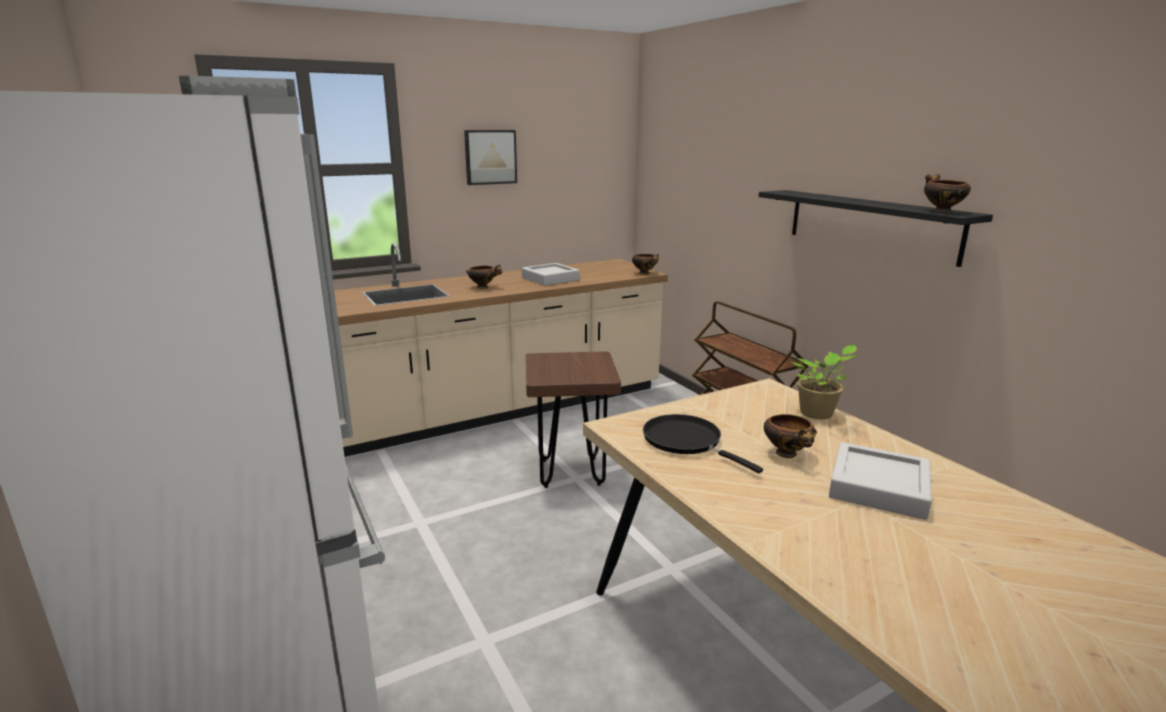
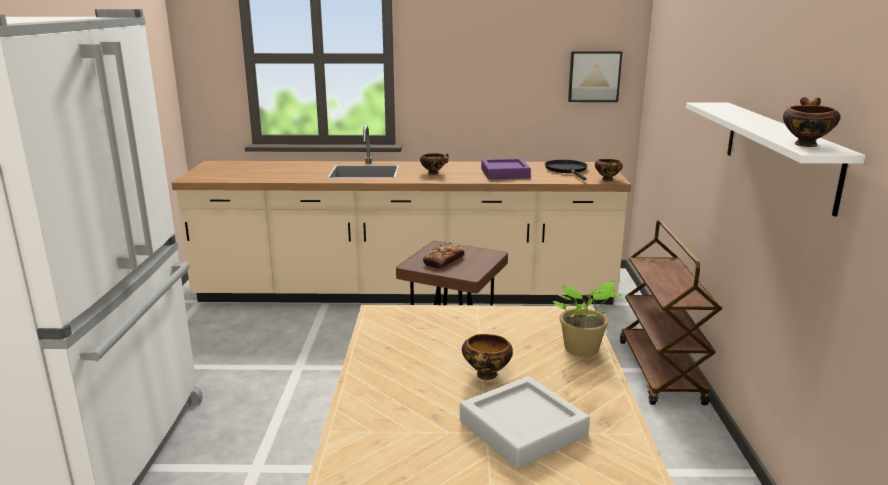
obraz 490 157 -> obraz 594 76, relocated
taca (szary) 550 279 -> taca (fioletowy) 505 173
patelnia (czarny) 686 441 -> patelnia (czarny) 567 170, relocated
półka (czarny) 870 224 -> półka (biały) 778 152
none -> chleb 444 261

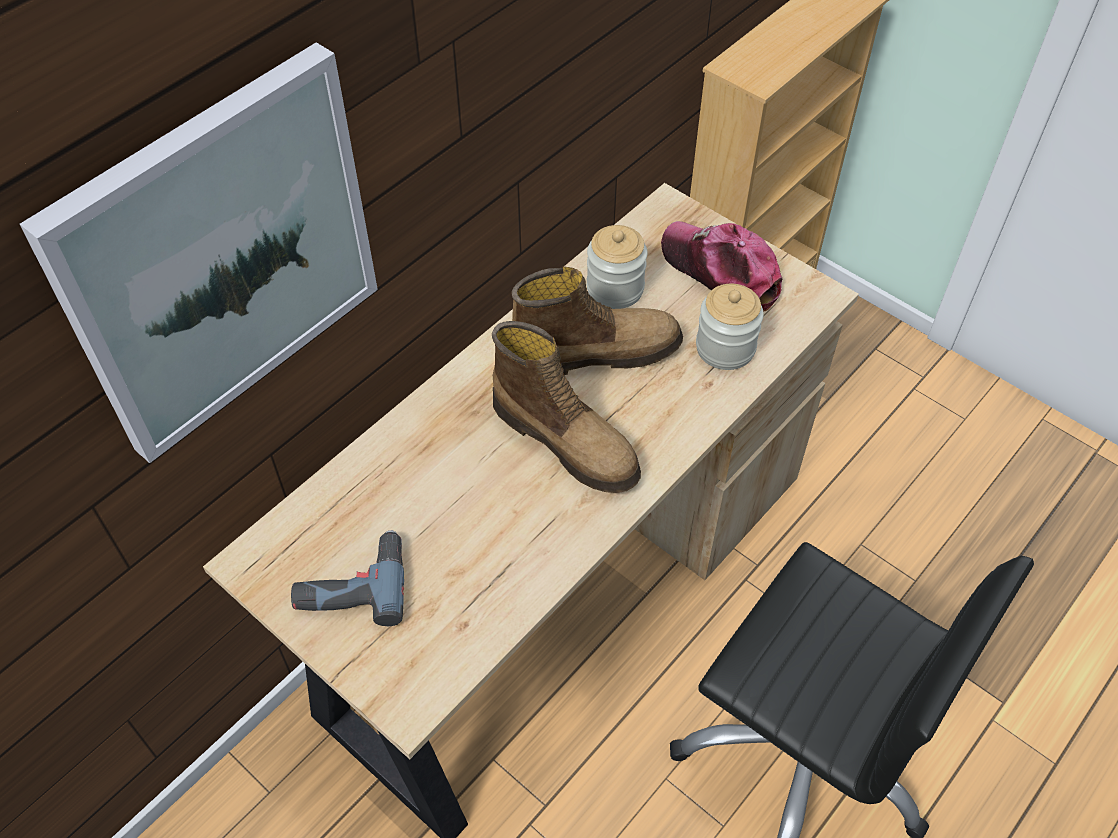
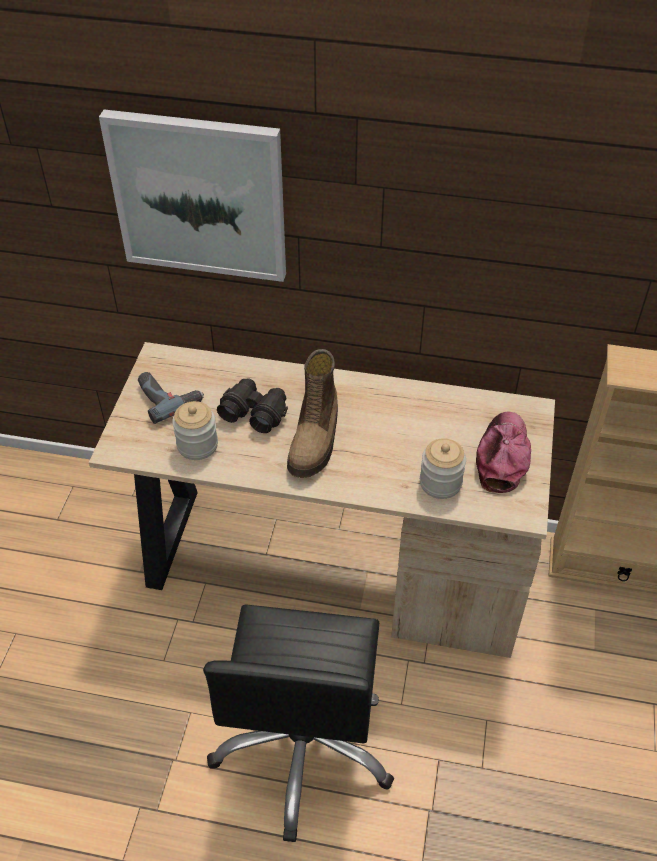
but z cholewką 595 352 -> none
słoik 615 289 -> słoik 197 445, relocated
none -> lornetka (czarny) 254 412

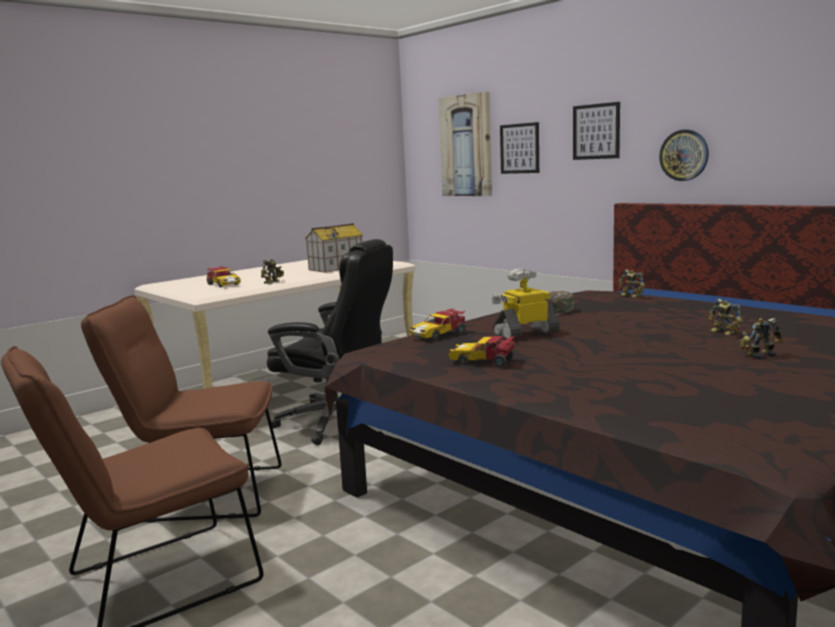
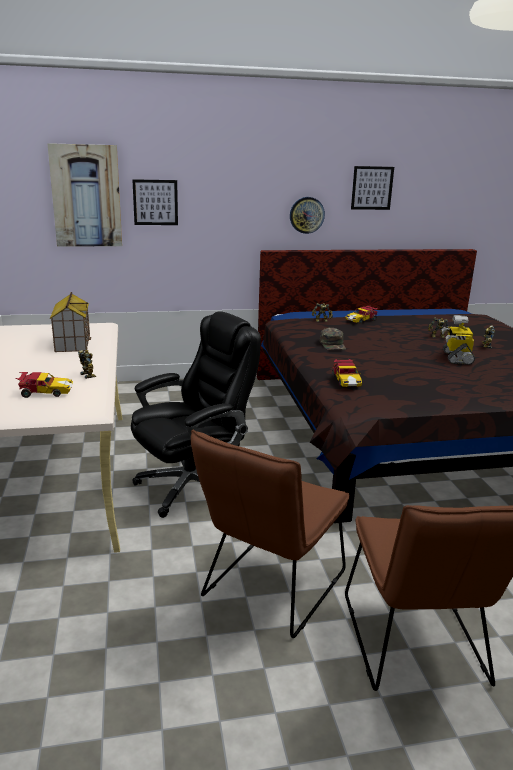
samochodzik 484 361 -> samochodzik 361 320, relocated
robot zabawkowy 525 333 -> robot zabawkowy 456 357, relocated
obraz 596 131 -> obraz 372 188, relocated

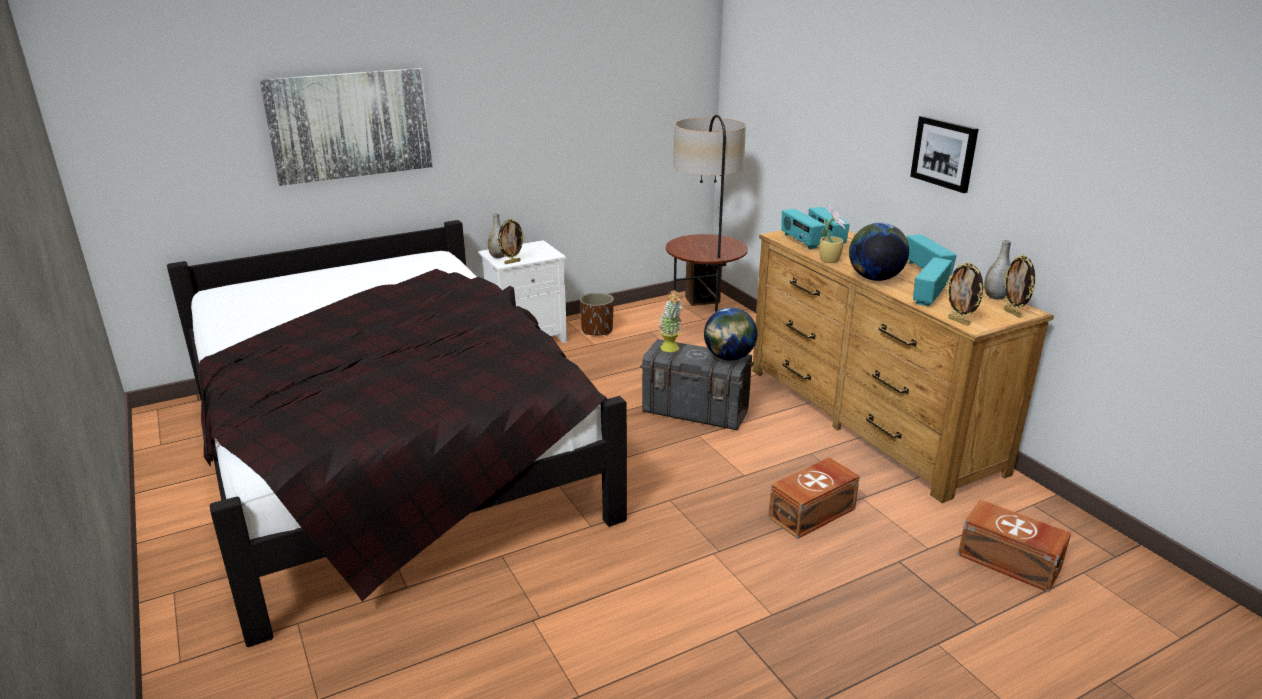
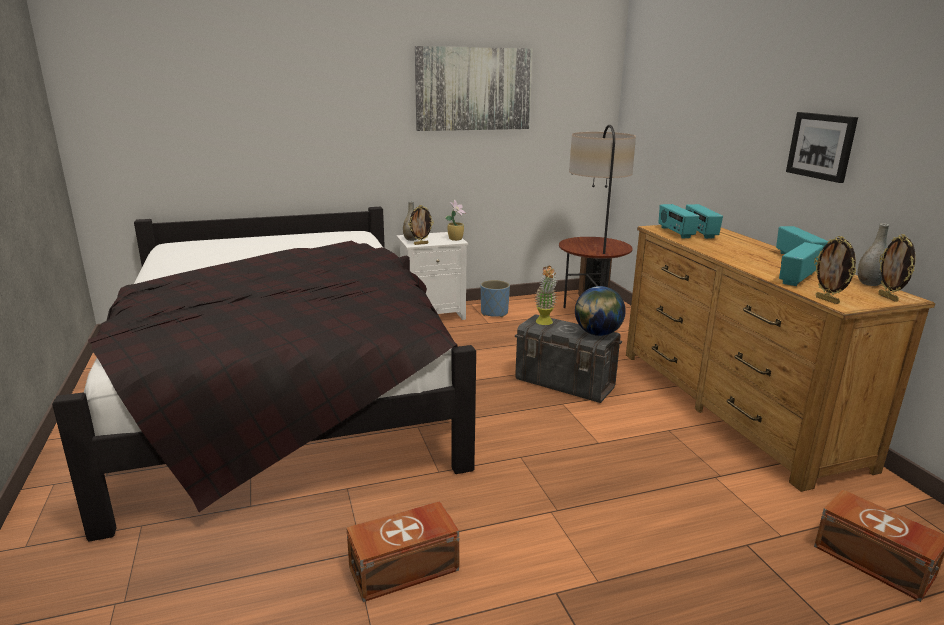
obraz 350 125 -> obraz 473 89, relocated
donica (brązowy) 597 330 -> donica (niebieski) 494 313
pojemnik do przechowywania (brązowy) 813 513 -> pojemnik do przechowywania (brązowy) 406 569, relocated
roślina doniczkowa 830 260 -> roślina doniczkowa 456 239, relocated
globus 874 278 -> none

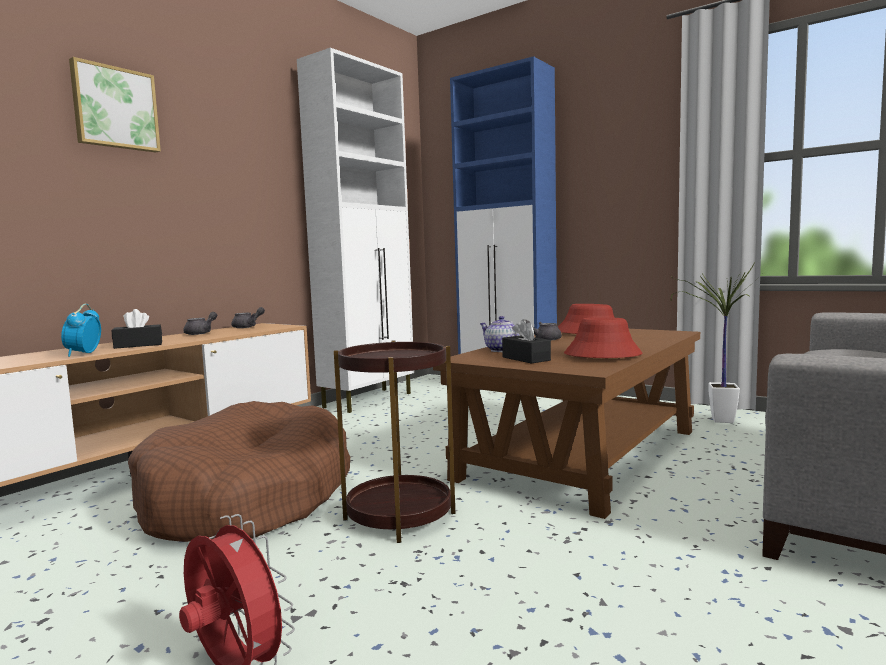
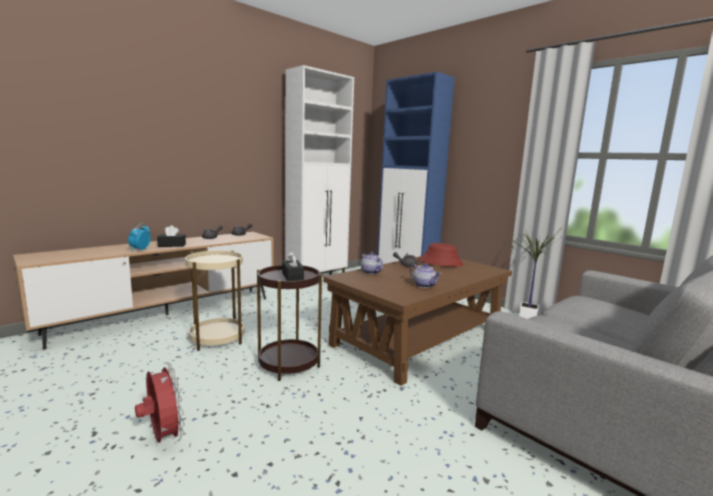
obraz 115 108 -> none
legowisko (brązowy) 248 497 -> stolik (beżowy) 217 338
pudełko chusteczek (czarny) 526 359 -> pudełko chusteczek (czarny) 292 276, relocated
kapelusz (czerwony) 602 355 -> imbryk 424 285

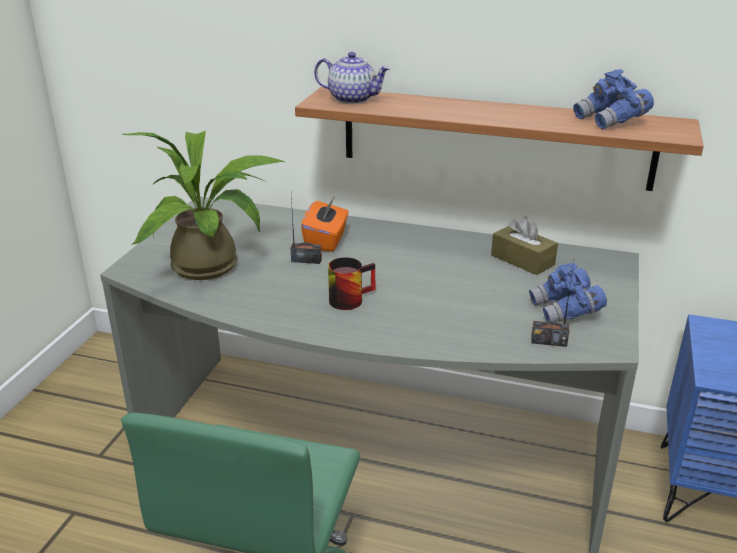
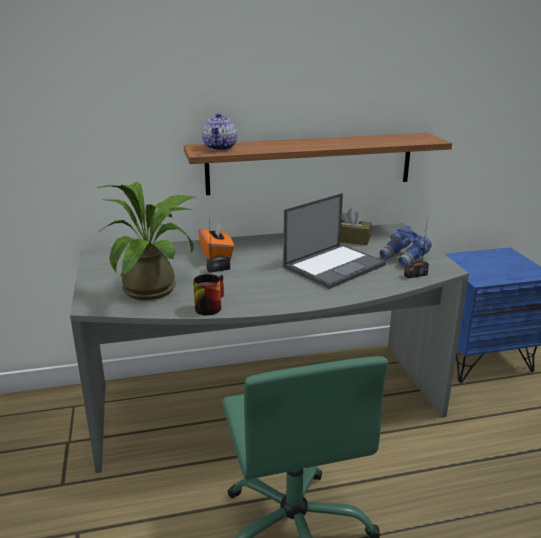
imbryk 352 99 -> imbryk 220 148, 105 degrees clockwise
kubek 349 298 -> kubek 209 306, relocated
lornetka (niebieski) 611 121 -> none
none -> laptop 334 265

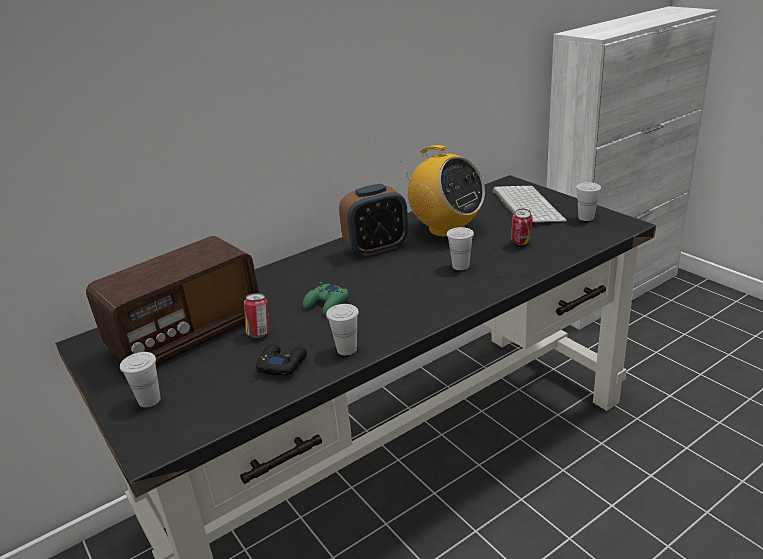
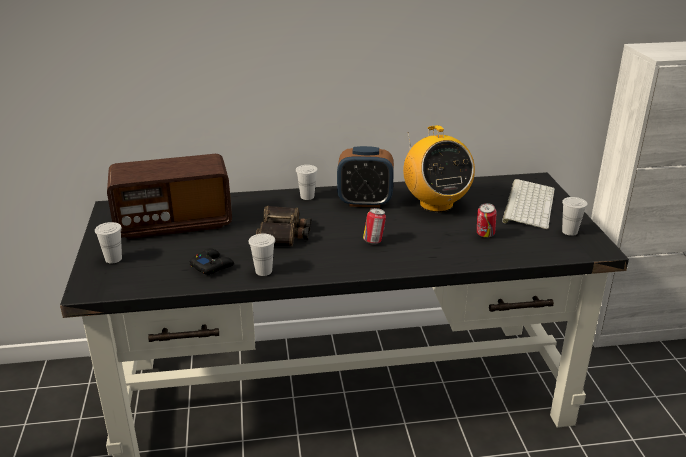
puszka 259 334 -> puszka 374 241, relocated
pad do gier (zielony) 326 304 -> lornetka 284 234
filiżanka (biały) 460 266 -> filiżanka (biały) 307 196, relocated

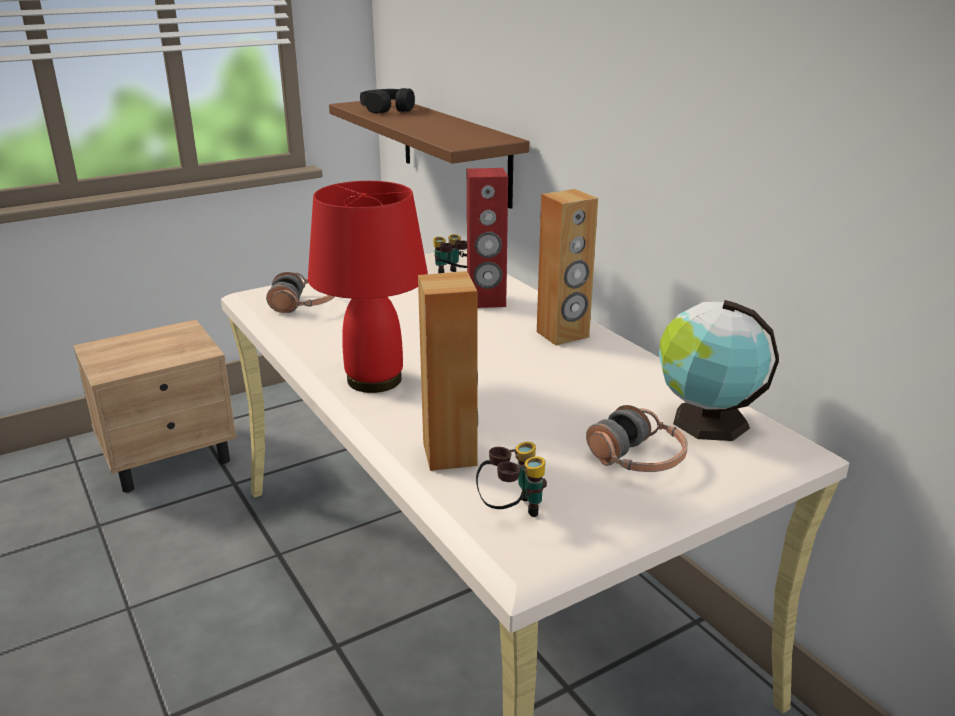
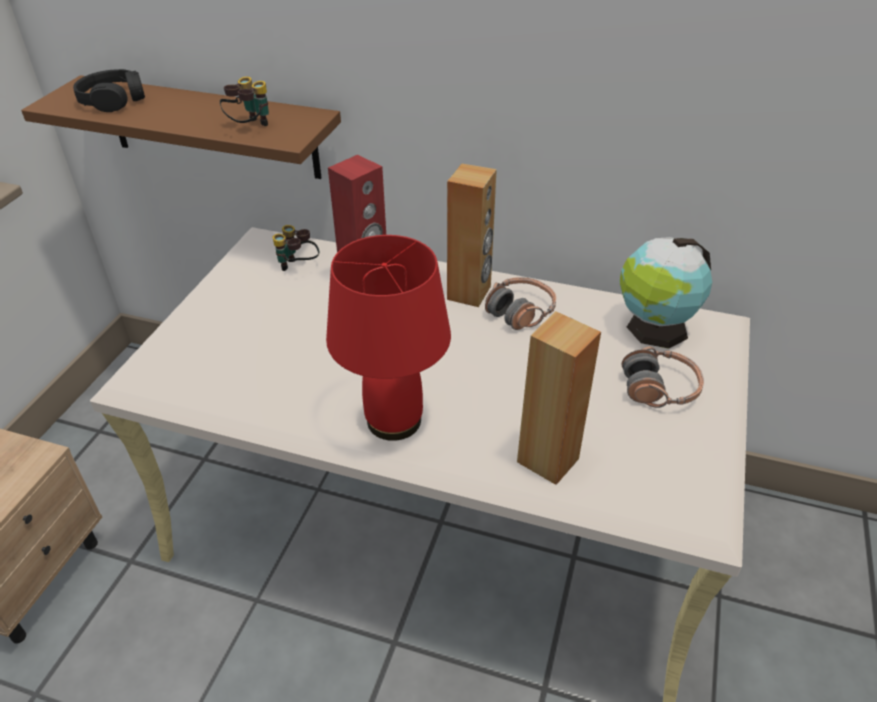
słuchawki 303 305 -> słuchawki 520 311, relocated
lornetka 511 510 -> lornetka 250 128, relocated

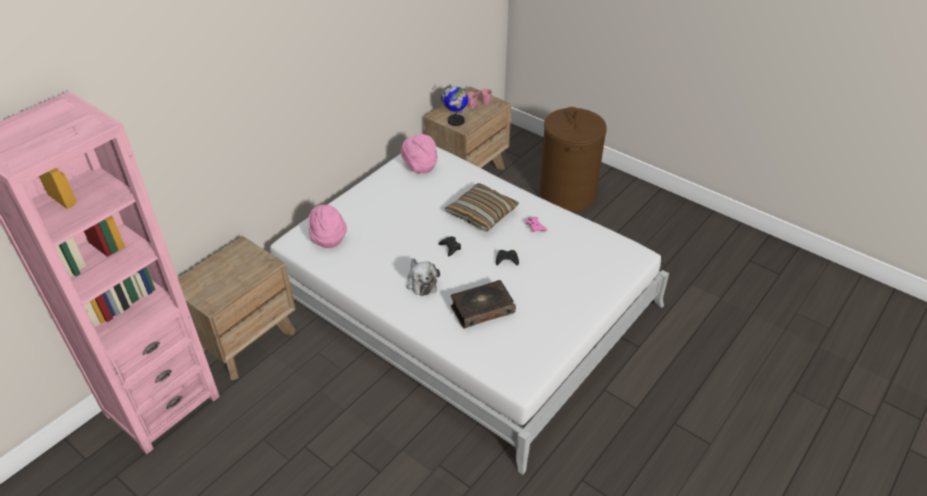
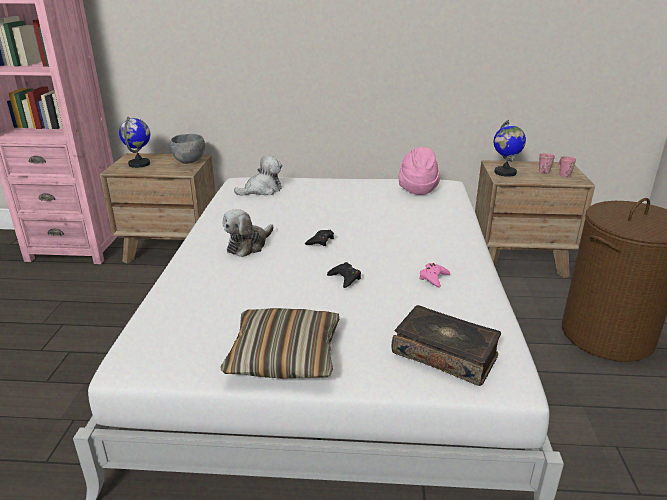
kapelusz (różowy) 328 238 -> pluszak 262 190
poduszka 482 214 -> poduszka 284 356, relocated
książka 482 309 -> książka 445 354, relocated
none -> globus 139 164
none -> miska (szary) 189 161

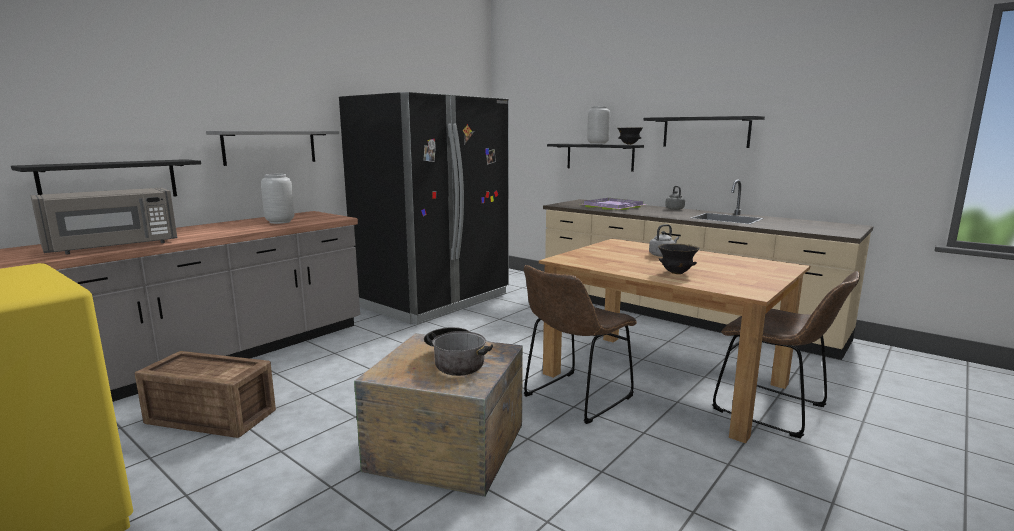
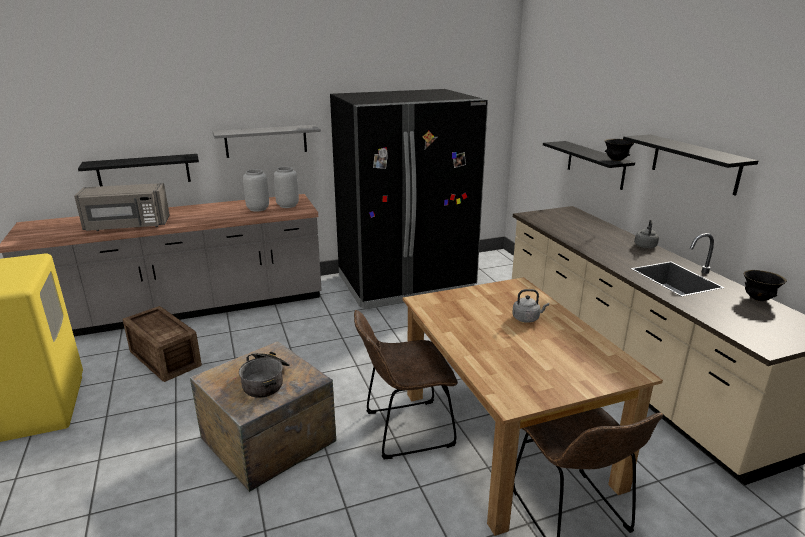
taca (fioletowy) 611 206 -> none
wazon (szary) 597 144 -> wazon (szary) 287 205, relocated
miska (czarny) 676 273 -> miska (czarny) 758 299, relocated

